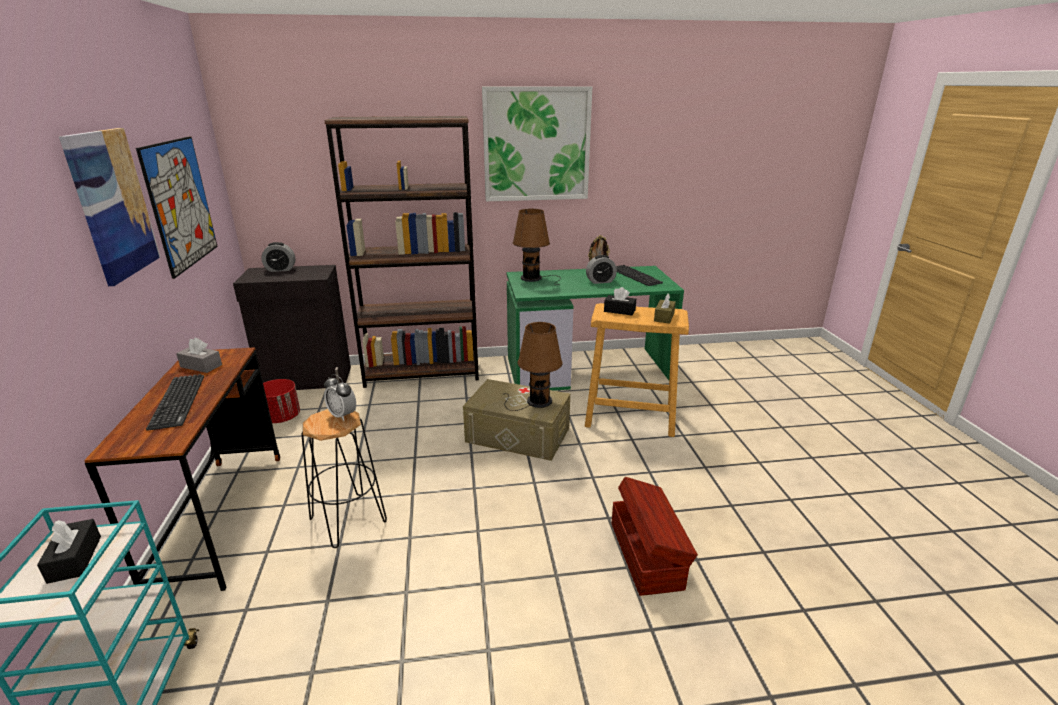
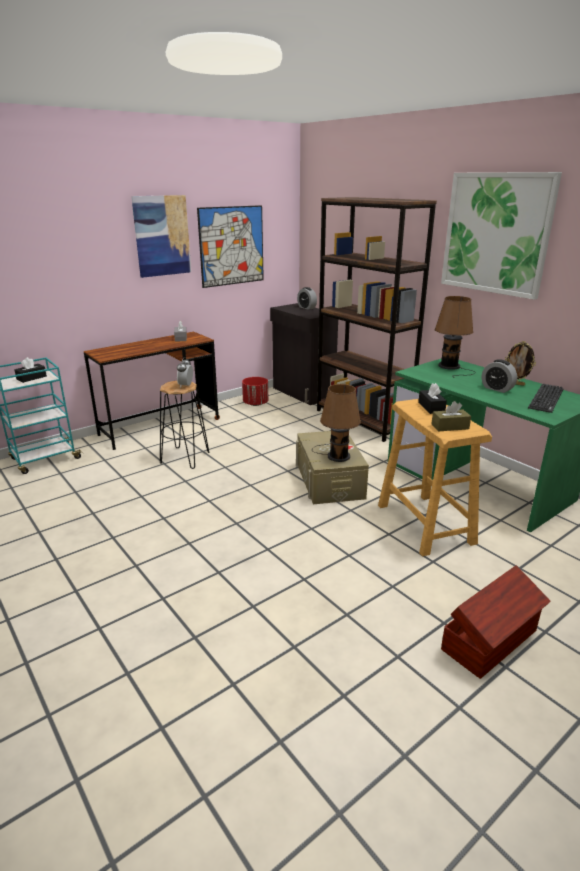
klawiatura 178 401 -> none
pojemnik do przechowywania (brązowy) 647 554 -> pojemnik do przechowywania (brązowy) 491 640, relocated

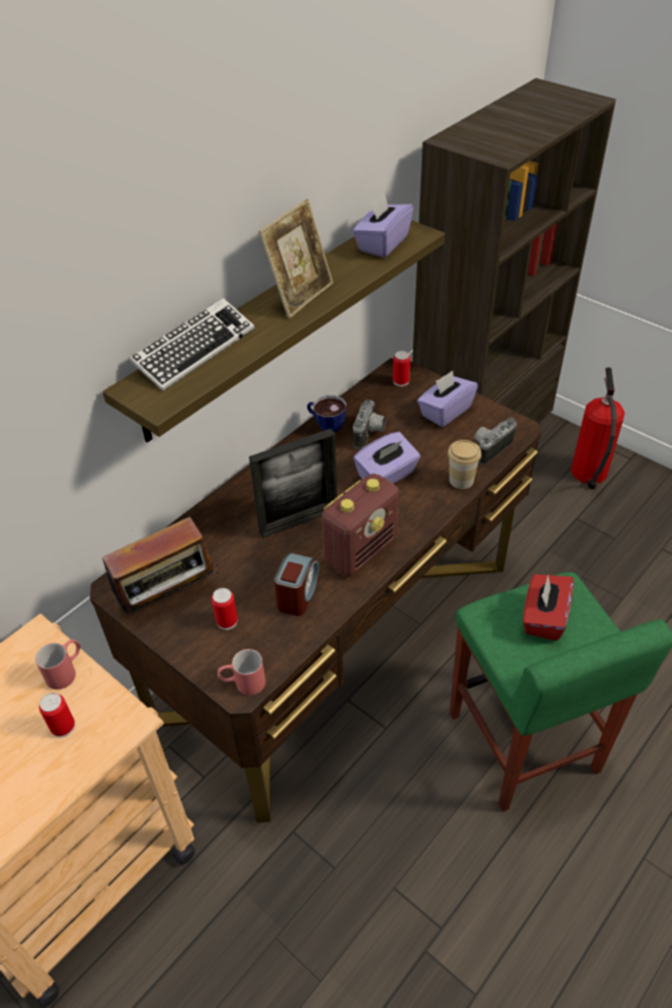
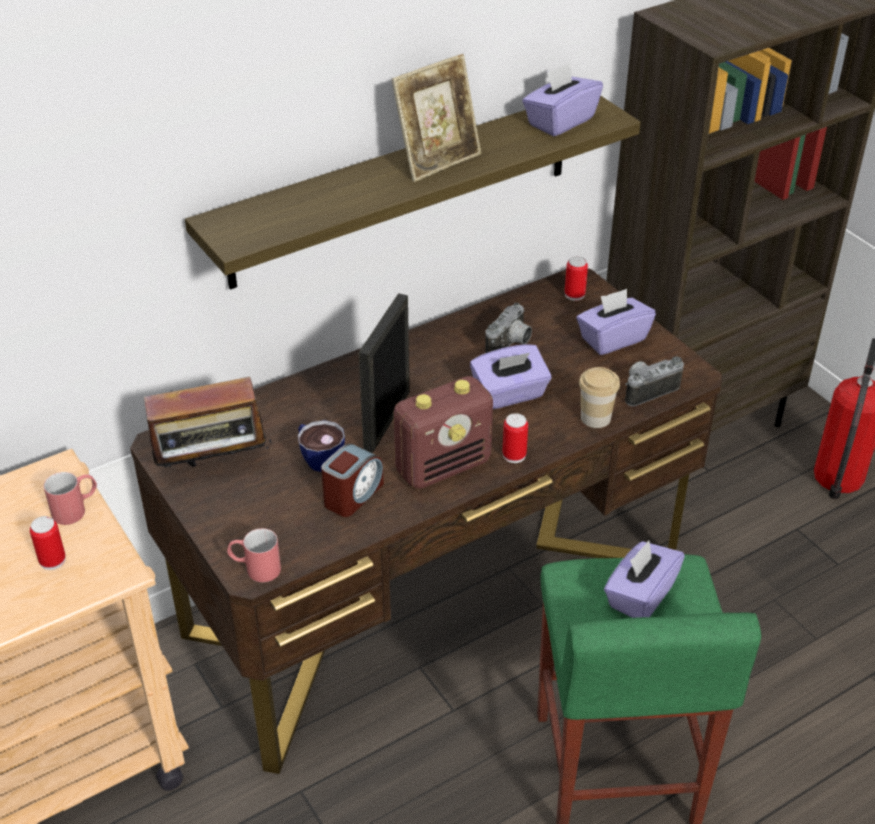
klawiatura 194 350 -> none
puszka 227 621 -> puszka 514 455, relocated
ramka na zdjęcie 298 521 -> ramka na zdjęcie 387 420, 120 degrees clockwise
filiżanka 325 424 -> filiżanka 318 458, relocated
pudełko chusteczek (czerwony) 543 618 -> pudełko chusteczek (fioletowy) 640 595

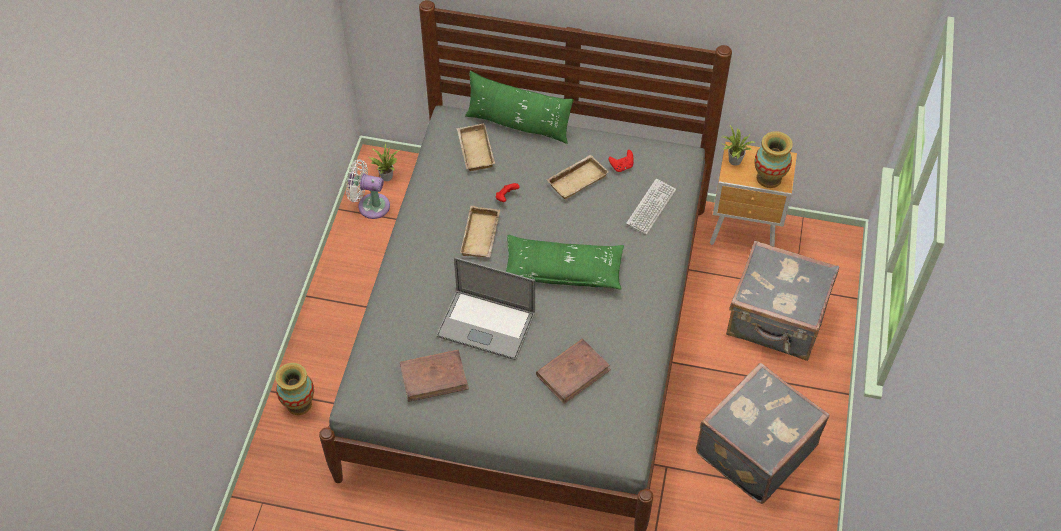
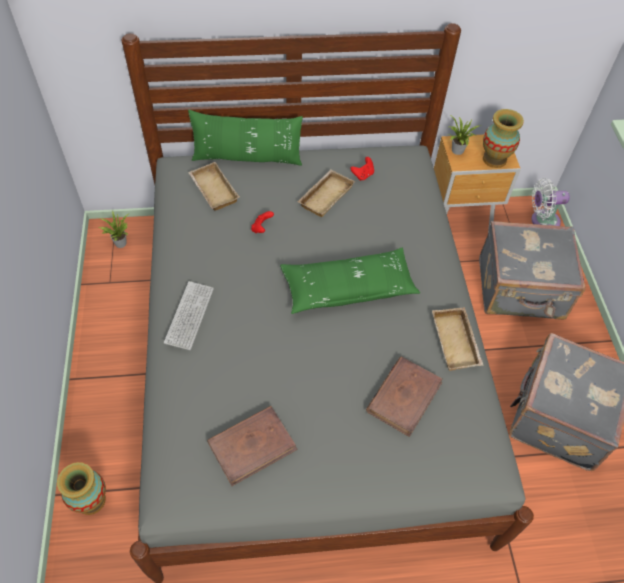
wentylator (biały) 370 205 -> wentylator (biały) 542 221, relocated
laptop 486 324 -> none
taca (beżowy) 482 236 -> taca (beżowy) 457 342, relocated
klawiatura 651 207 -> klawiatura 189 316, relocated

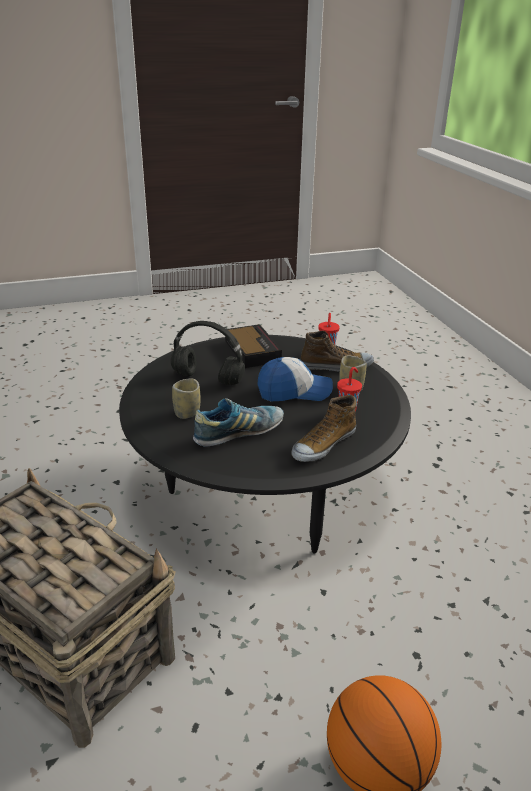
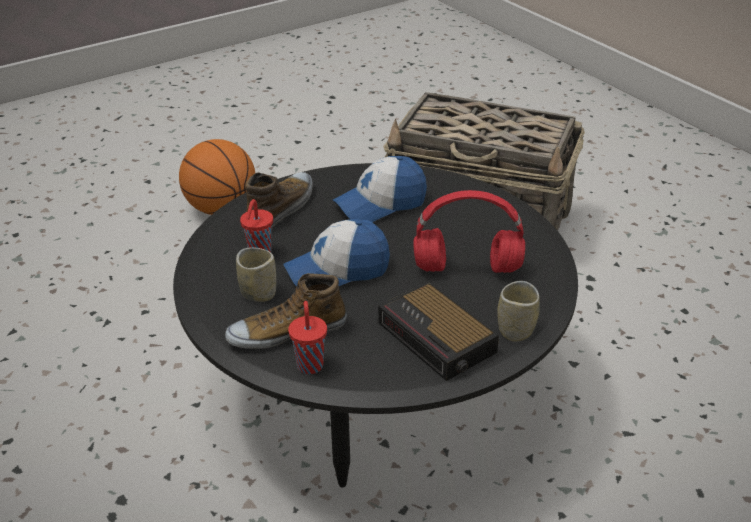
słuchawki (czarny) 206 379 -> słuchawki (czerwony) 469 268
filiżanka 187 413 -> filiżanka 516 330, relocated
but 239 433 -> czapka z daszkiem 380 204

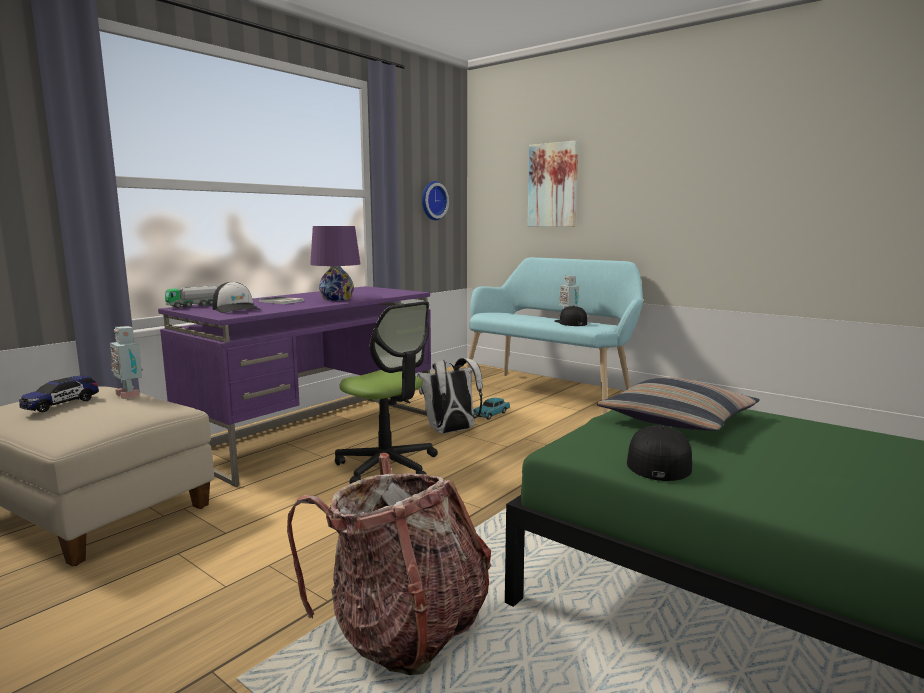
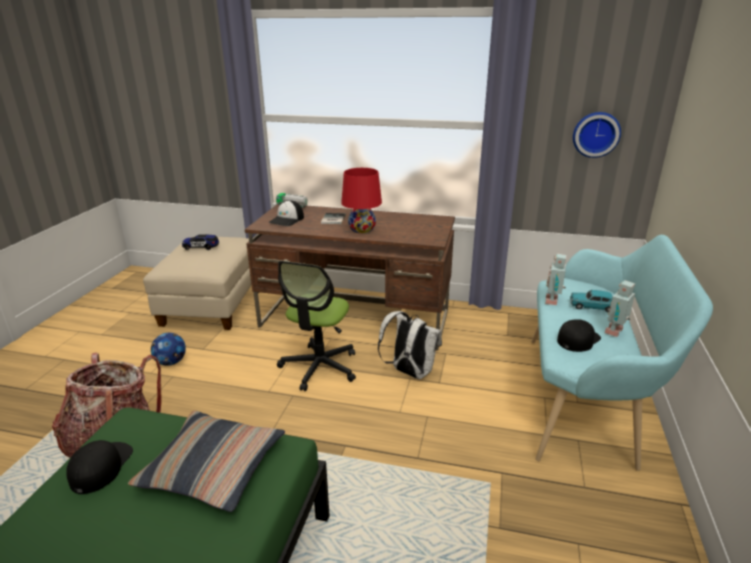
robot zabawkowy 130 395 -> robot zabawkowy 553 301, relocated
biurko (fioletowy) 316 434 -> biurko (brązowy) 356 319
lampa stołowa (fioletowy) 337 299 -> lampa stołowa (czerwony) 362 229
samochodzik (turkusowy) 491 414 -> samochodzik (turkusowy) 593 307, relocated
obraz 553 185 -> none
czapka z daszkiem (czarny) 658 462 -> czapka z daszkiem (czarny) 101 466, 75 degrees counterclockwise
none -> piłka futbolowa 171 362

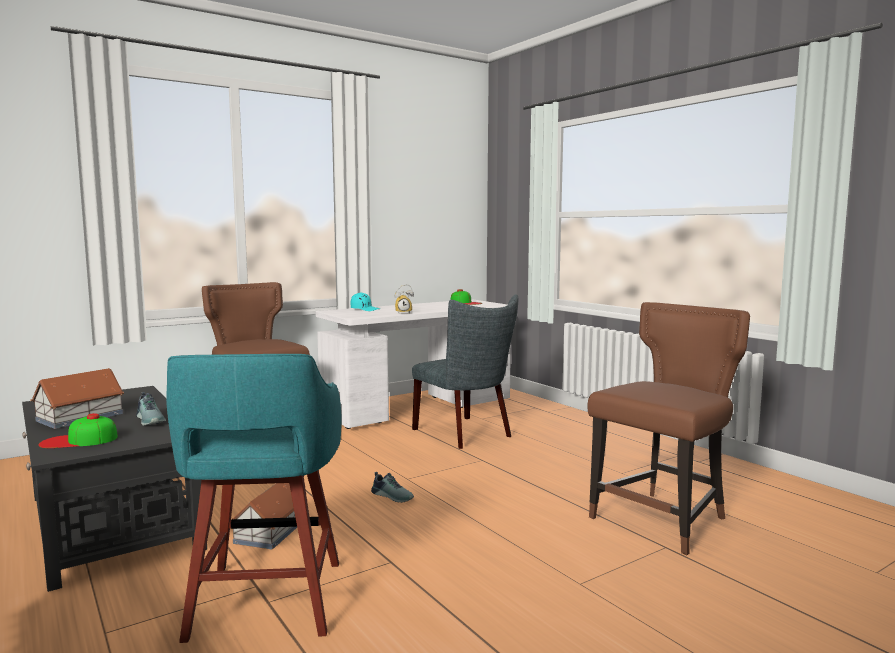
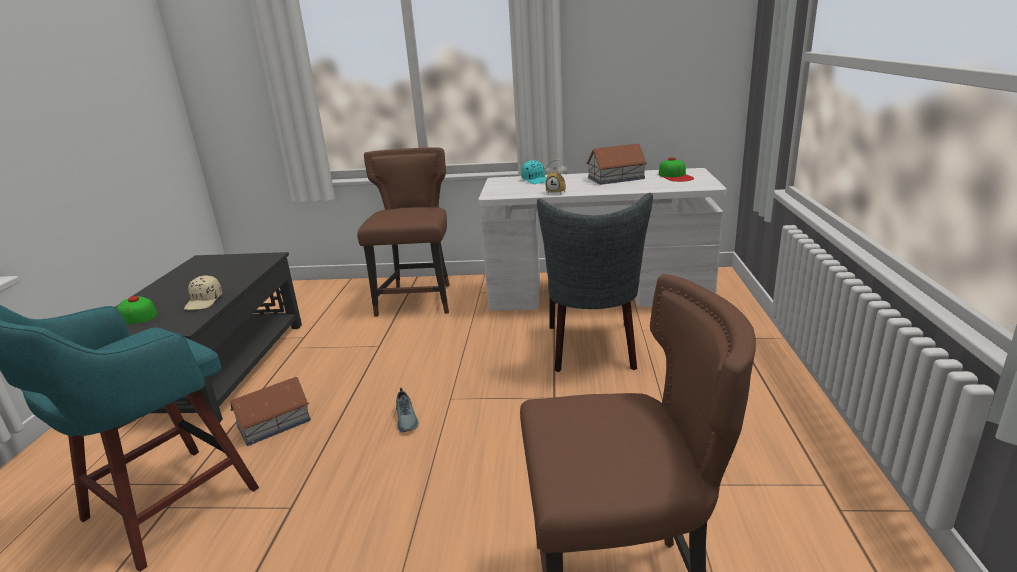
domek 81 417 -> domek 616 178, relocated
but 151 420 -> czapka z daszkiem (beżowy) 204 301

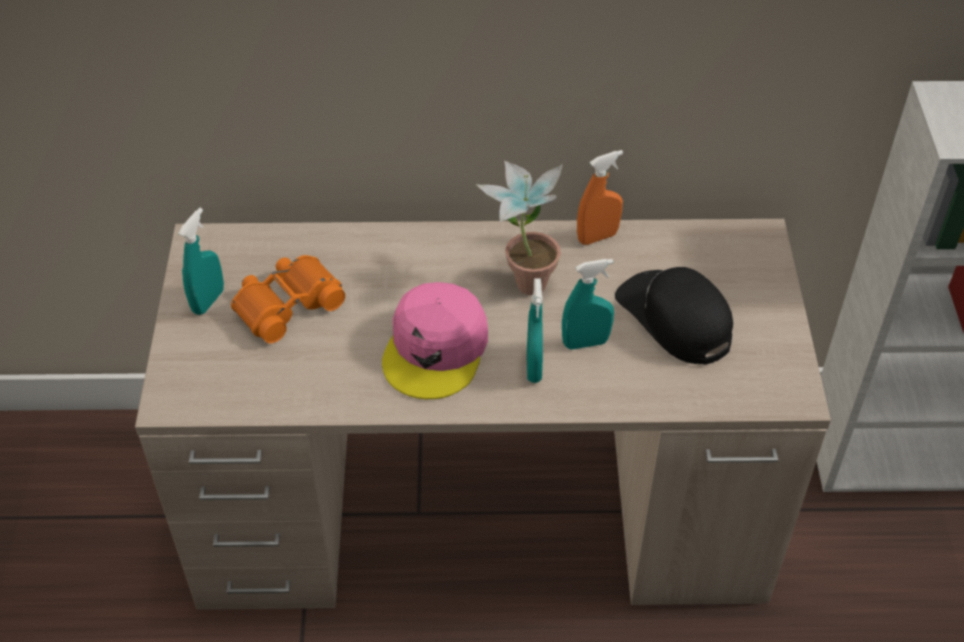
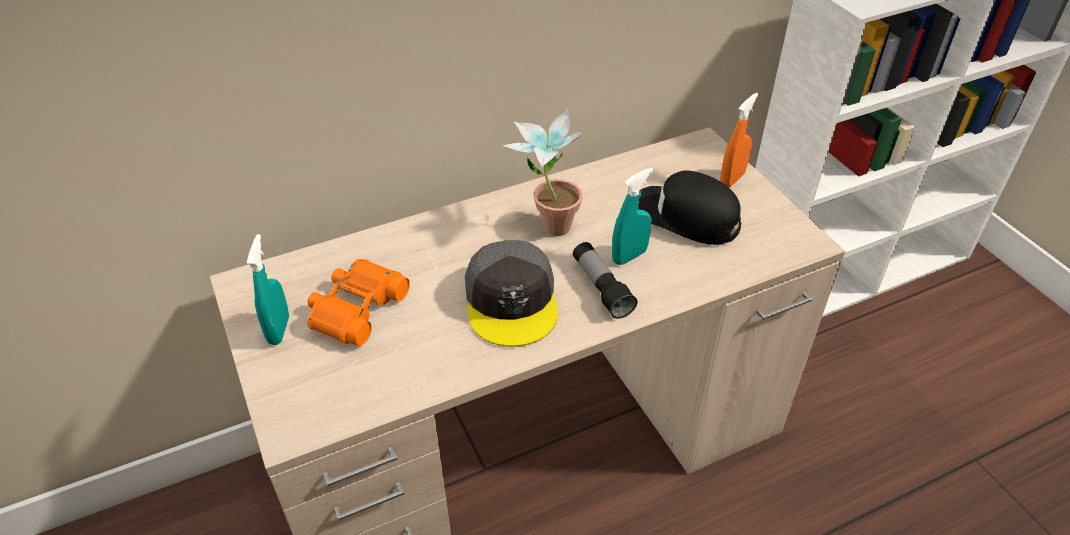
czapka z daszkiem (różowy) 436 349 -> czapka z daszkiem (szary) 512 301
spryskiwacz (turkusowy) 534 367 -> latarka 601 288
spryskiwacz (pomarańczowy) 597 237 -> spryskiwacz (pomarańczowy) 732 179, relocated

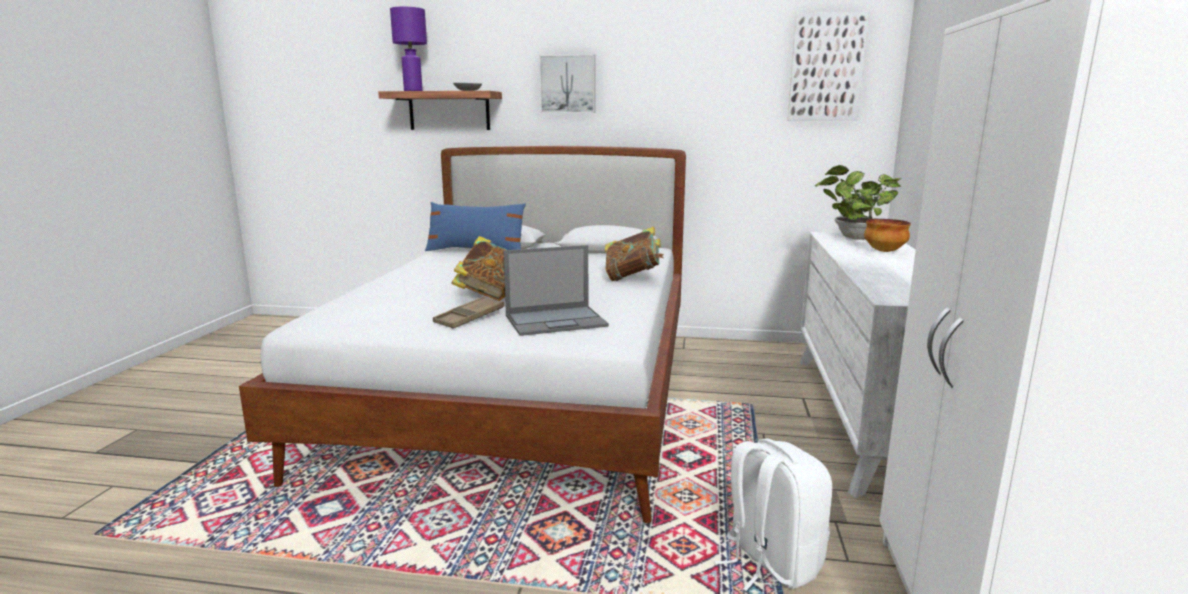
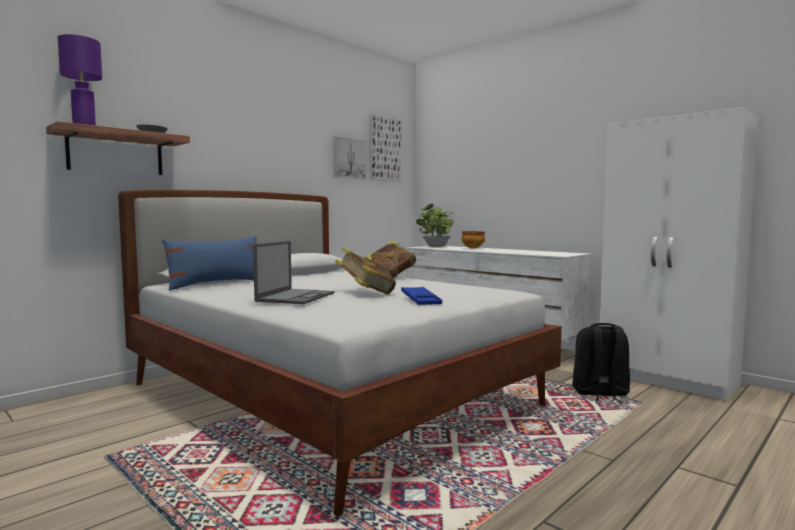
taca (brązowy) 469 318 -> taca (niebieski) 420 300
laptop 557 321 -> laptop 296 297, relocated
obraz 568 84 -> obraz 348 158, relocated
plecak (biały) 769 562 -> plecak (czarny) 600 394

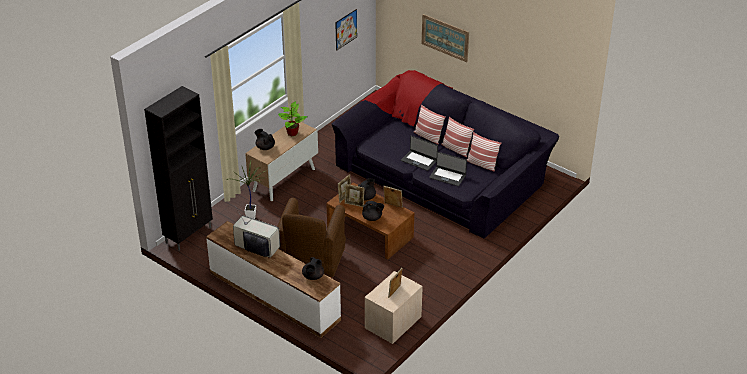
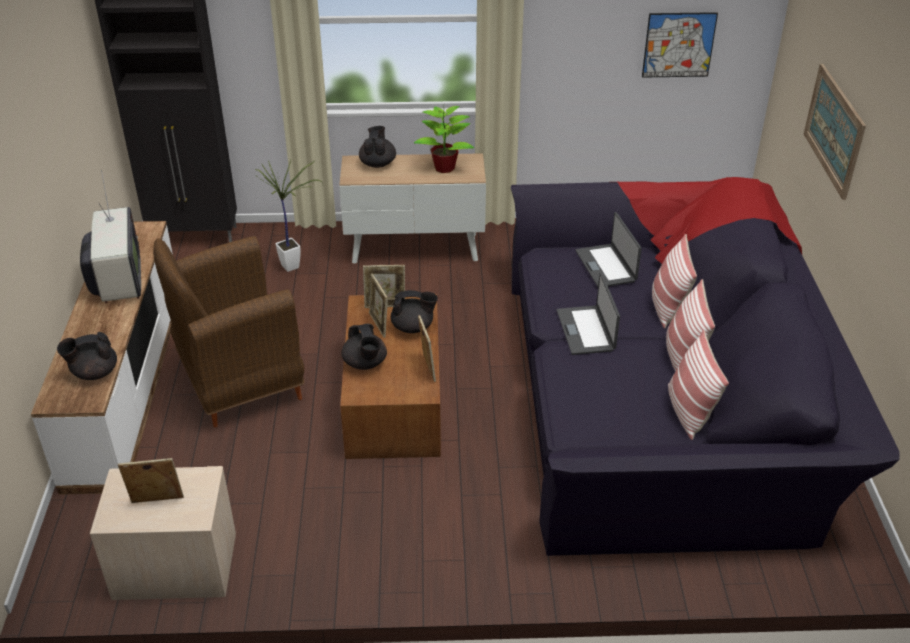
laptop 447 176 -> laptop 606 266, relocated

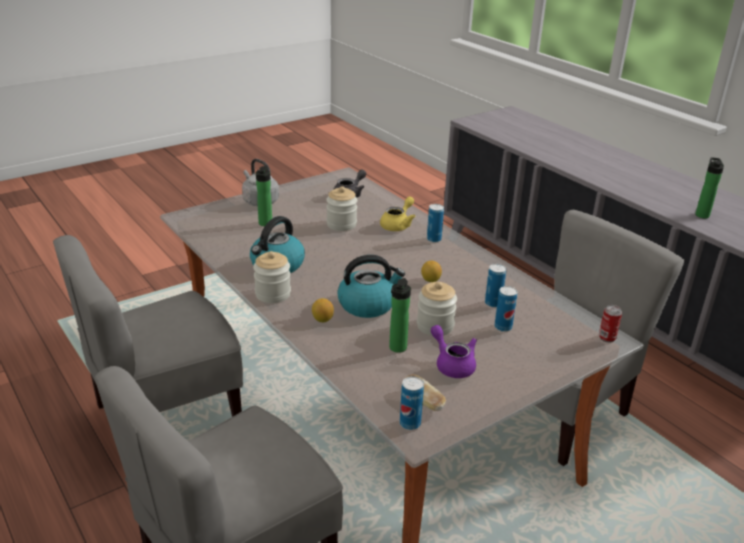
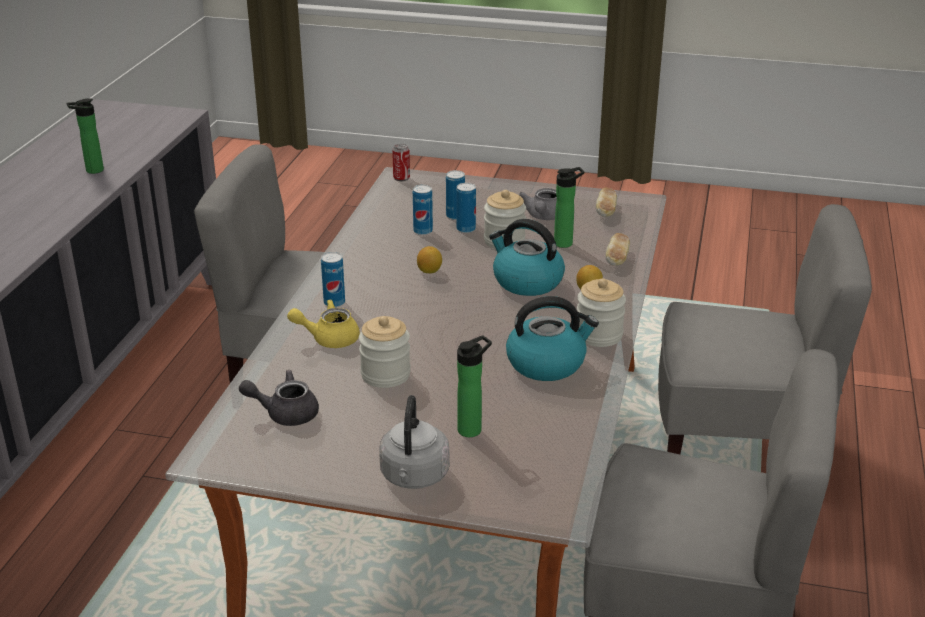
puszka 410 424 -> puszka 466 229, relocated
imbryk (fioletowy) 452 364 -> imbryk (szary) 544 217
none -> chleb 617 259

